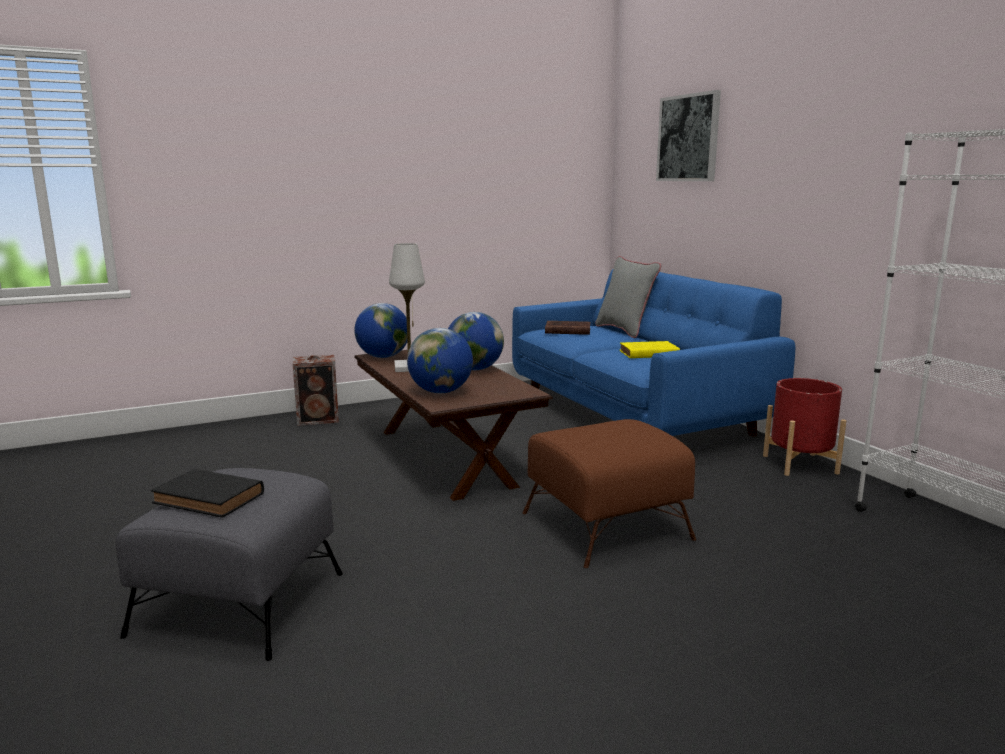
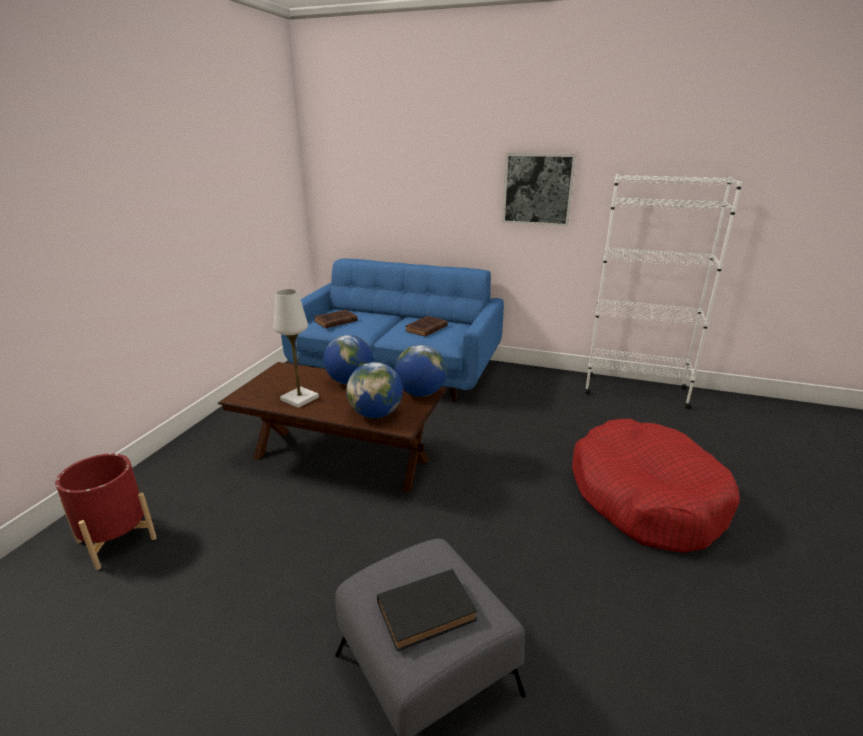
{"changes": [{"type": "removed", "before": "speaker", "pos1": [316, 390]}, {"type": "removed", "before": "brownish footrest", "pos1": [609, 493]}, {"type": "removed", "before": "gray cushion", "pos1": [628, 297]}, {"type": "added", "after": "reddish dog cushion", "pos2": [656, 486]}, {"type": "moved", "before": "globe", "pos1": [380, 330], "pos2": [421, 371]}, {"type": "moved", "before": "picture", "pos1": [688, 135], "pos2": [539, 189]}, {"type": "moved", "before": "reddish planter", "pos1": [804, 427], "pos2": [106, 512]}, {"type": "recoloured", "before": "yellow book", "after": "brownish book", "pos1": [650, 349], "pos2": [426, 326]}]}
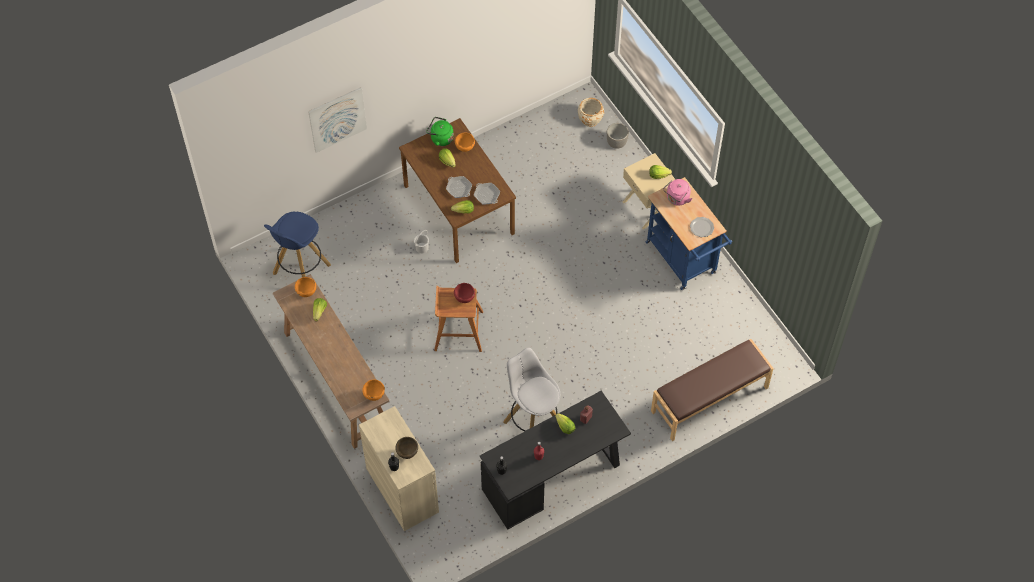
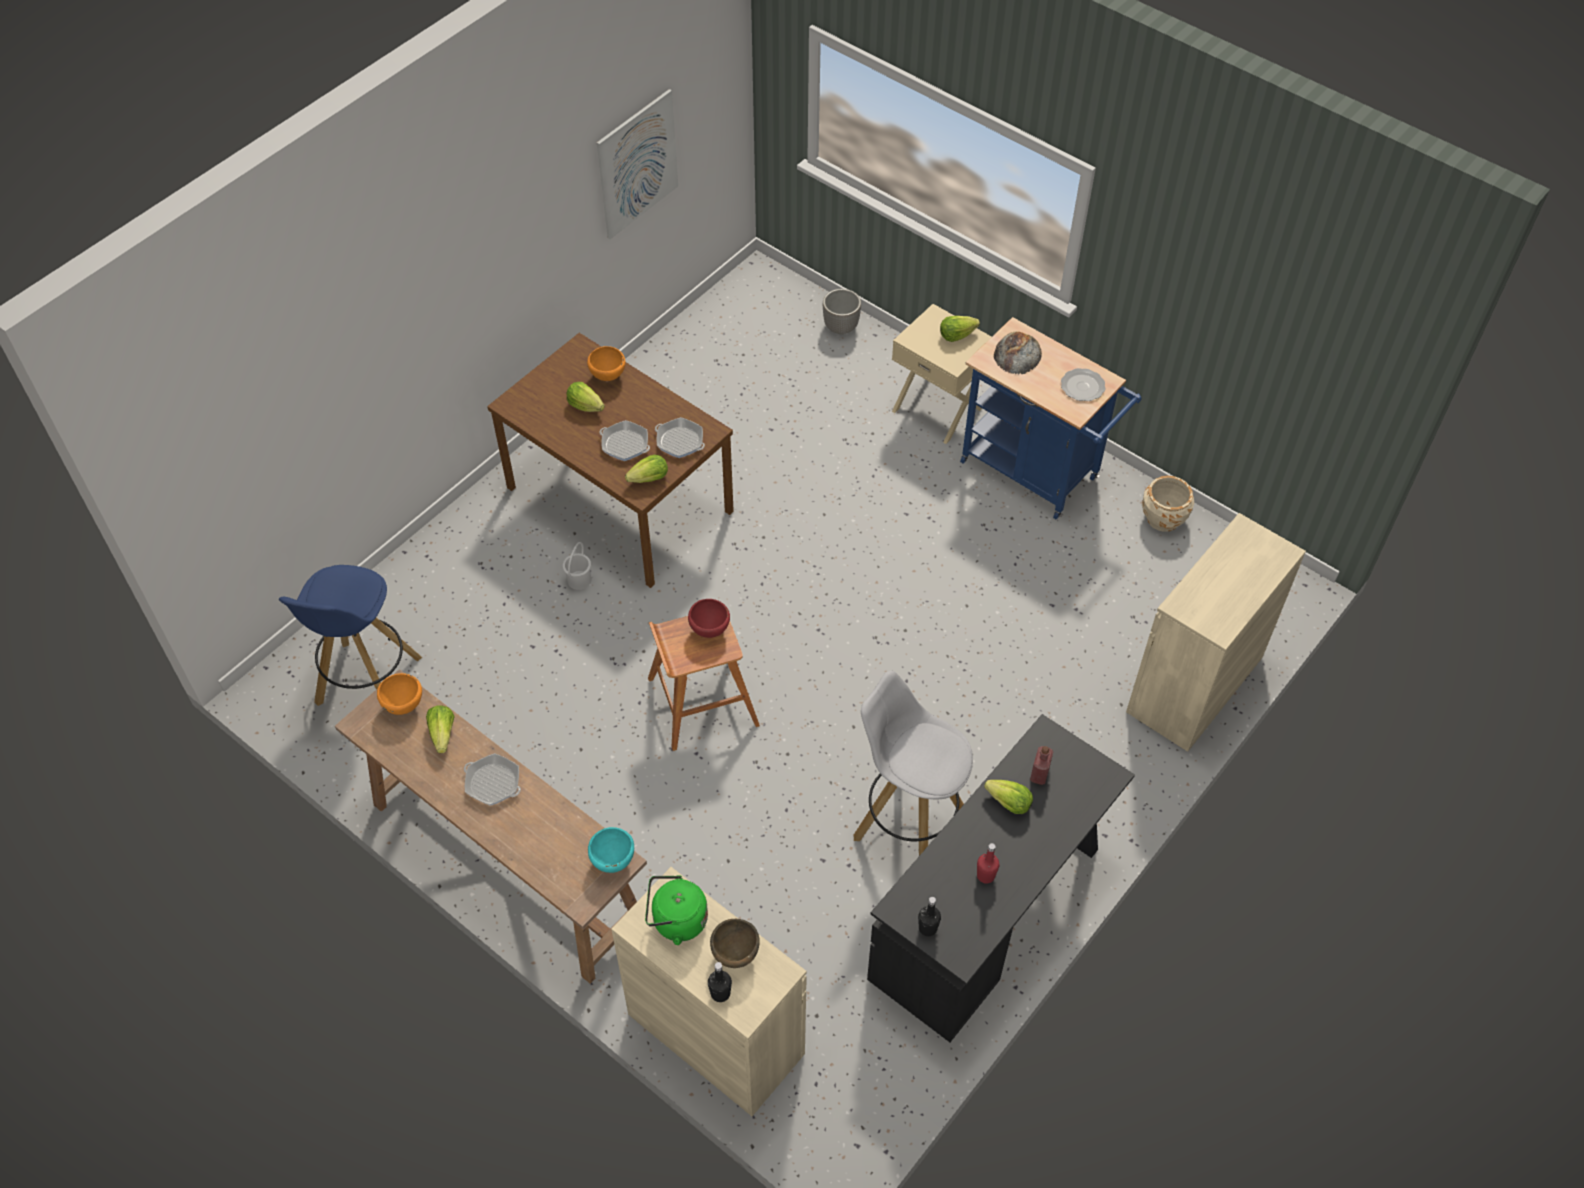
{"changes": [{"type": "added", "after": "skillet", "pos2": [492, 779]}, {"type": "moved", "before": "picture", "pos1": [337, 120], "pos2": [637, 164]}, {"type": "moved", "before": "green kettle", "pos1": [440, 131], "pos2": [676, 910]}, {"type": "moved", "before": "sand-coloured planter", "pos1": [591, 112], "pos2": [1168, 504]}, {"type": "replaced", "before": "brownish long seat", "after": "sand-coloured cabinet", "pos1": [712, 390], "pos2": [1216, 632]}, {"type": "replaced", "before": "pink kettle", "after": "baked bread", "pos1": [677, 192], "pos2": [1017, 353]}, {"type": "recoloured", "before": "orangey bowl", "after": "turquoise bowl", "pos1": [373, 390], "pos2": [611, 850]}]}
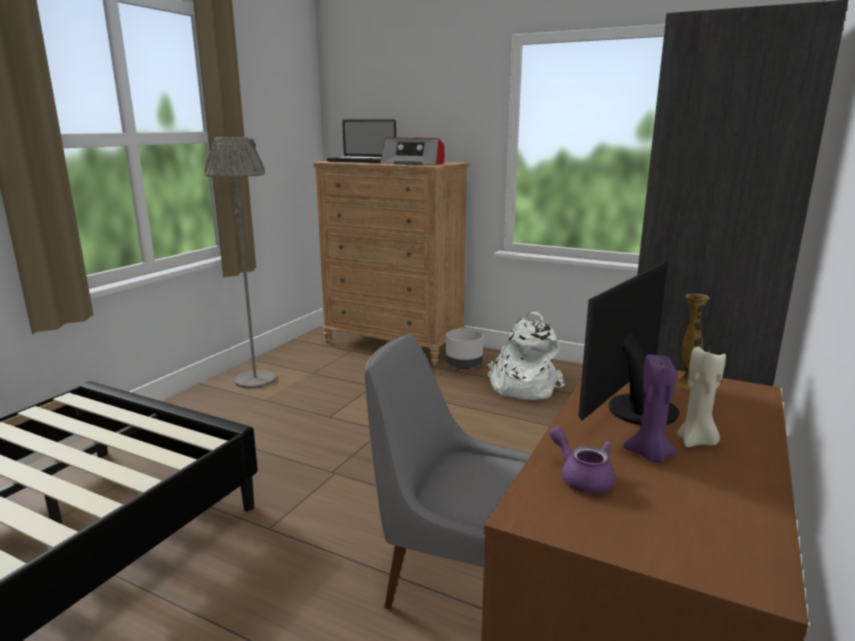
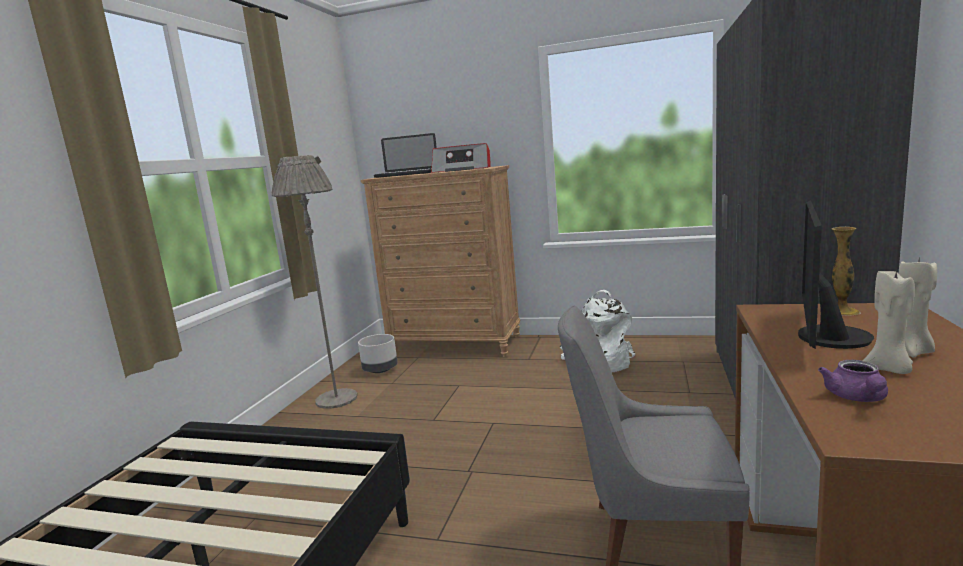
{"changes": [{"type": "moved", "before": "gray planter", "pos1": [464, 349], "pos2": [378, 353]}, {"type": "recoloured", "before": "purple candle", "after": "sand-coloured candle", "pos1": [650, 408], "pos2": [889, 321]}, {"type": "turned", "before": "purple pot for tea", "pos1": [582, 460], "pos2": [853, 381], "turn": -120}]}
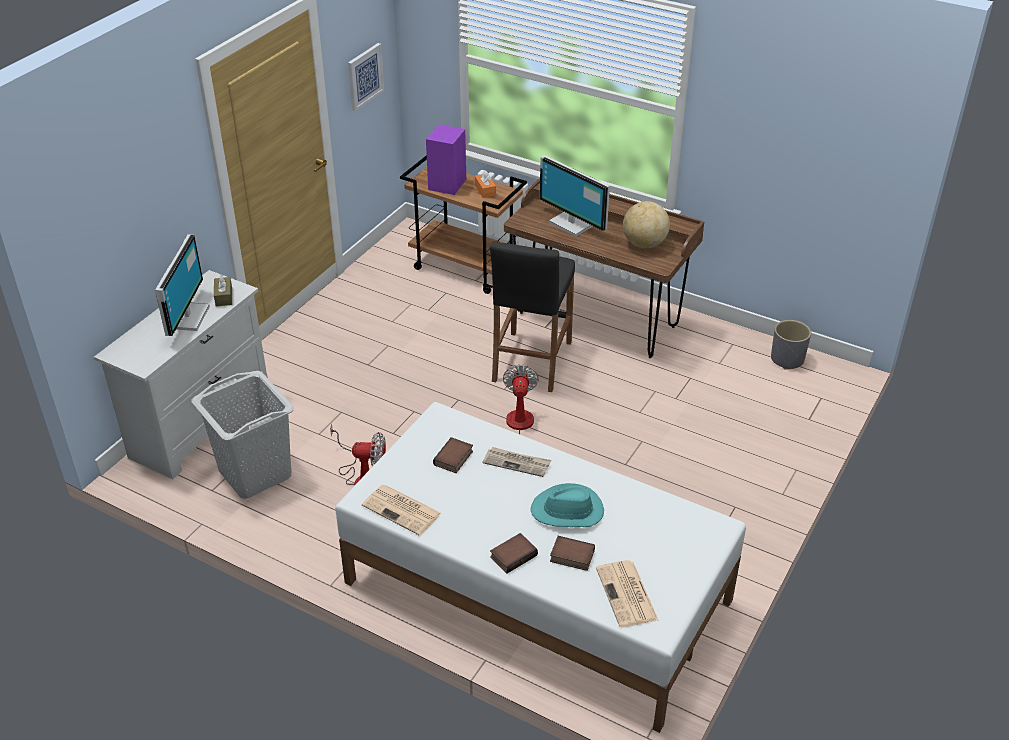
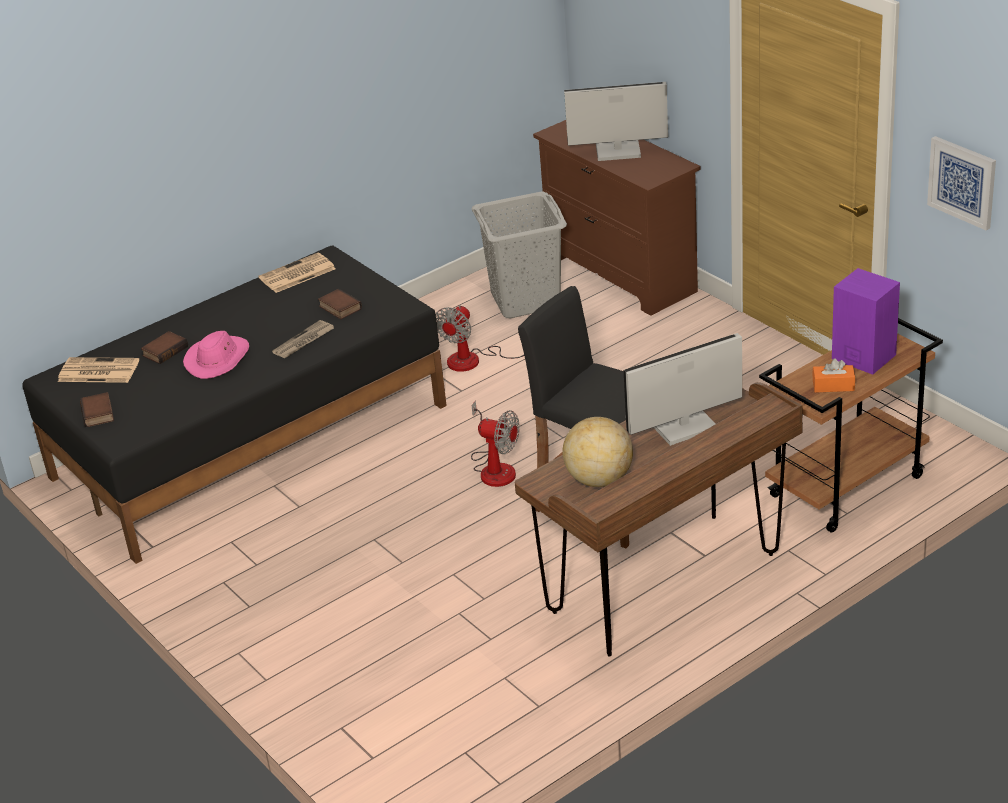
{"changes": [{"type": "removed", "before": "brownish box of tissues", "pos1": [223, 290]}, {"type": "removed", "before": "gray planter", "pos1": [791, 345]}, {"type": "moved", "before": "book", "pos1": [514, 553], "pos2": [97, 409]}, {"type": "recoloured", "before": "white chest of drawers", "after": "brownish chest of drawers", "pos1": [181, 374], "pos2": [617, 218]}, {"type": "recoloured", "before": "white bed", "after": "black bed", "pos1": [540, 567], "pos2": [234, 404]}, {"type": "recoloured", "before": "turquoise wearable hat", "after": "pink wearable hat", "pos1": [567, 505], "pos2": [216, 355]}, {"type": "turned", "before": "computer screen", "pos1": [182, 285], "pos2": [616, 121], "turn": 150}]}
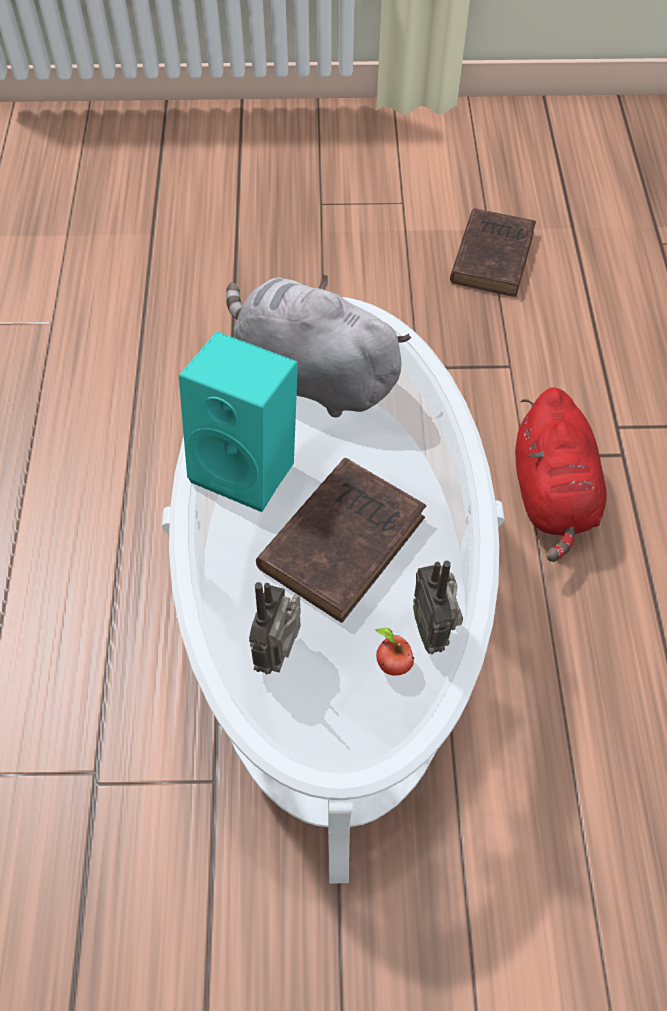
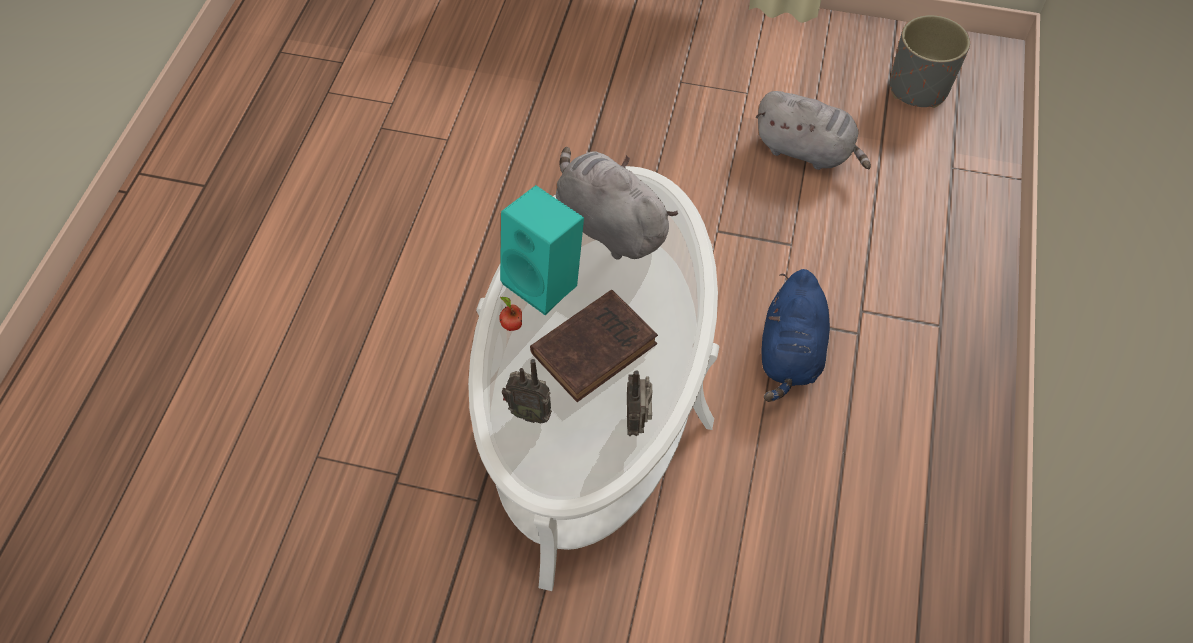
{"changes": [{"type": "added", "after": "gray planter", "pos2": [930, 61]}, {"type": "moved", "before": "apple fruit", "pos1": [394, 651], "pos2": [510, 314]}, {"type": "replaced", "before": "brownish book", "after": "gray cuddly toy", "pos1": [493, 252], "pos2": [813, 130]}, {"type": "recoloured", "before": "reddish cuddly toy", "after": "blue-coloured cuddly toy", "pos1": [561, 474], "pos2": [796, 335]}, {"type": "turned", "before": "radio set", "pos1": [275, 628], "pos2": [527, 391], "turn": -105}]}
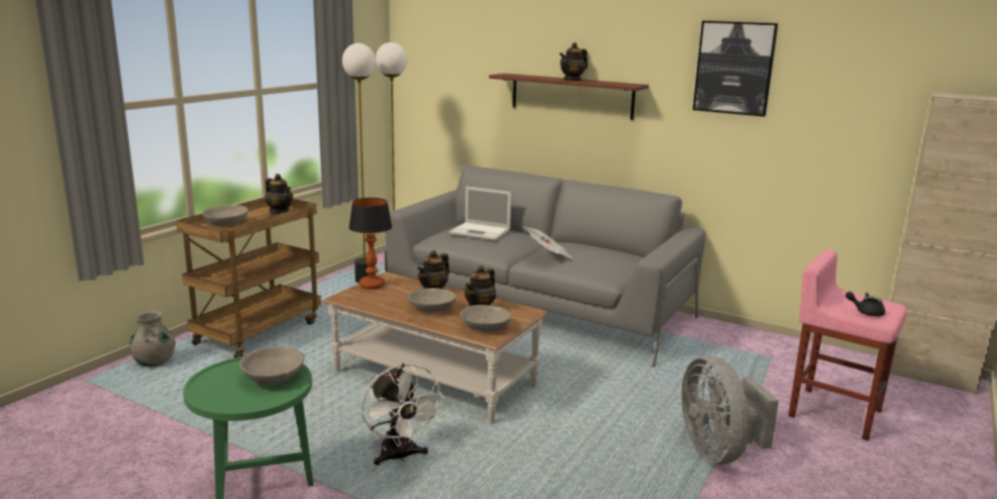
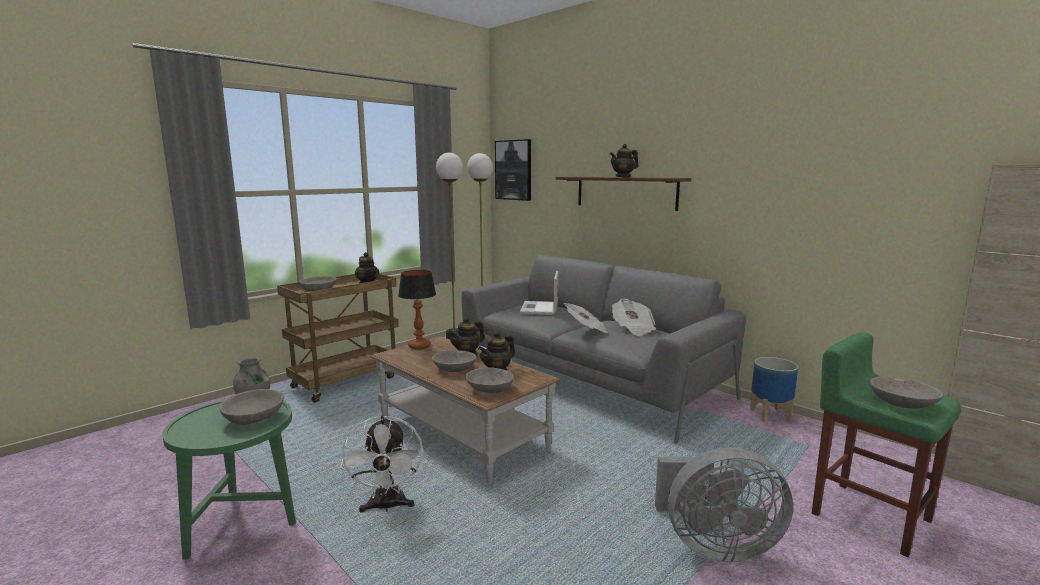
{"changes": [{"type": "added", "after": "printed paper", "pos2": [634, 317]}, {"type": "added", "after": "planter", "pos2": [774, 389]}, {"type": "moved", "before": "picture", "pos1": [735, 69], "pos2": [513, 170]}, {"type": "replaced", "before": "black pot for tea", "after": "gray bowl", "pos1": [865, 304], "pos2": [907, 392]}, {"type": "recoloured", "before": "pink stool", "after": "green stool", "pos1": [847, 345], "pos2": [886, 445]}, {"type": "turned", "before": "notebook computer", "pos1": [480, 213], "pos2": [539, 293], "turn": 60}, {"type": "turned", "before": "gray electric fan", "pos1": [730, 410], "pos2": [724, 504], "turn": -90}]}
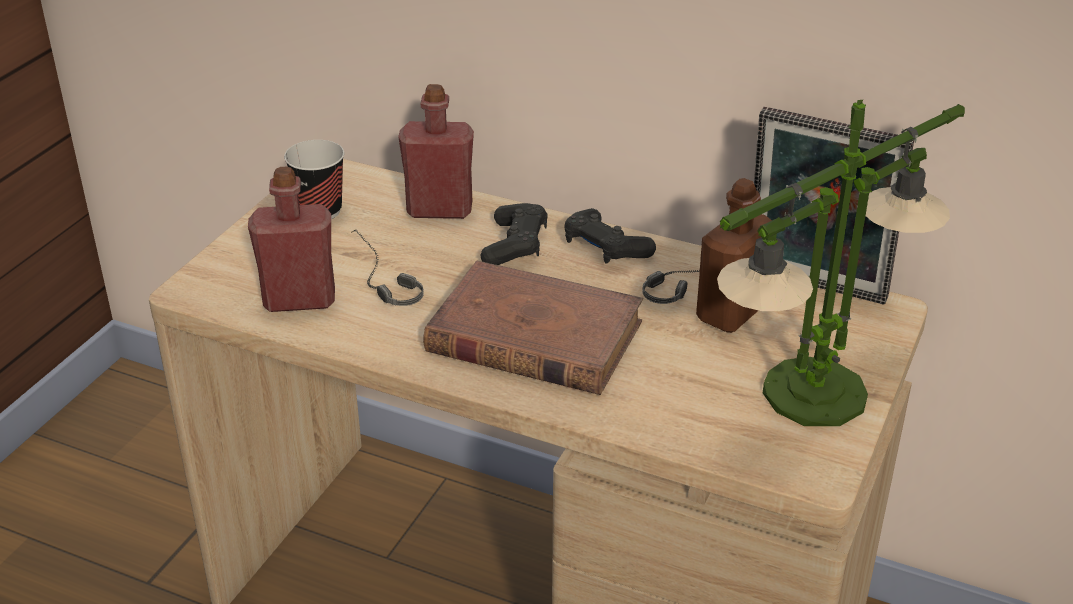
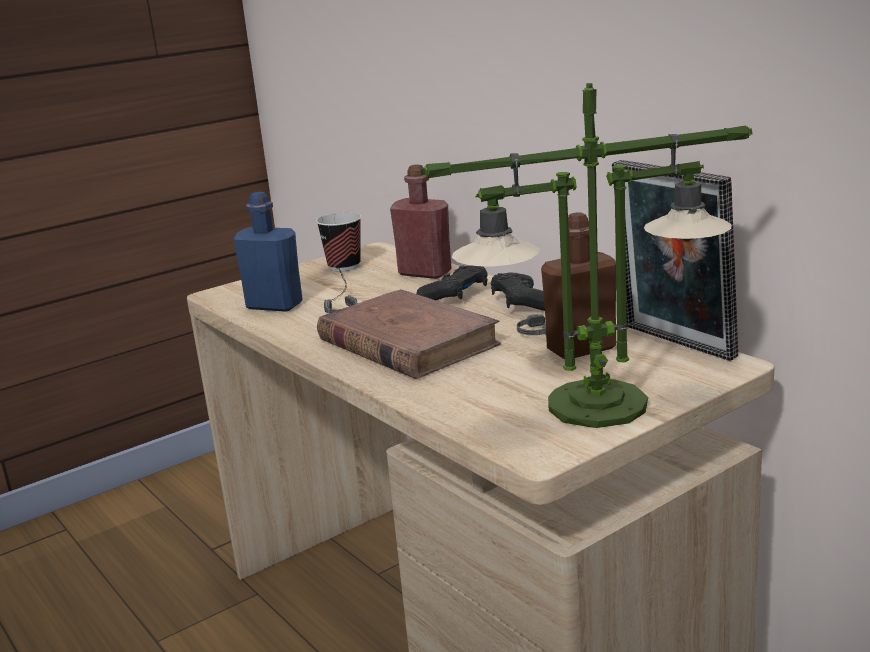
{"changes": [{"type": "recoloured", "before": "reddish bottle", "after": "blue-coloured bottle", "pos1": [291, 239], "pos2": [268, 252]}]}
